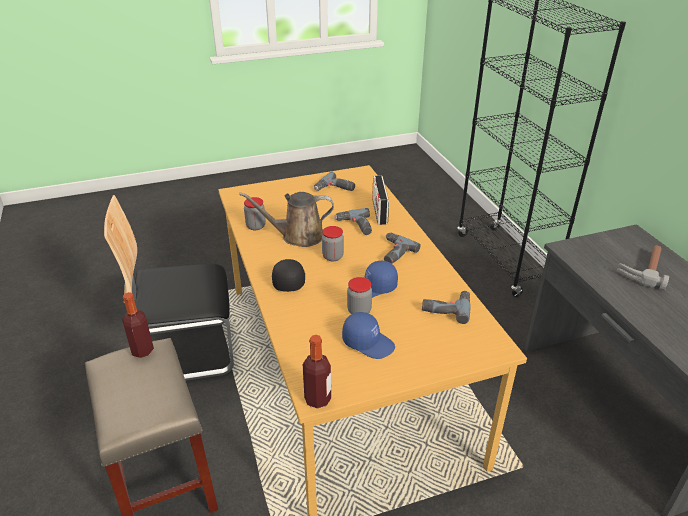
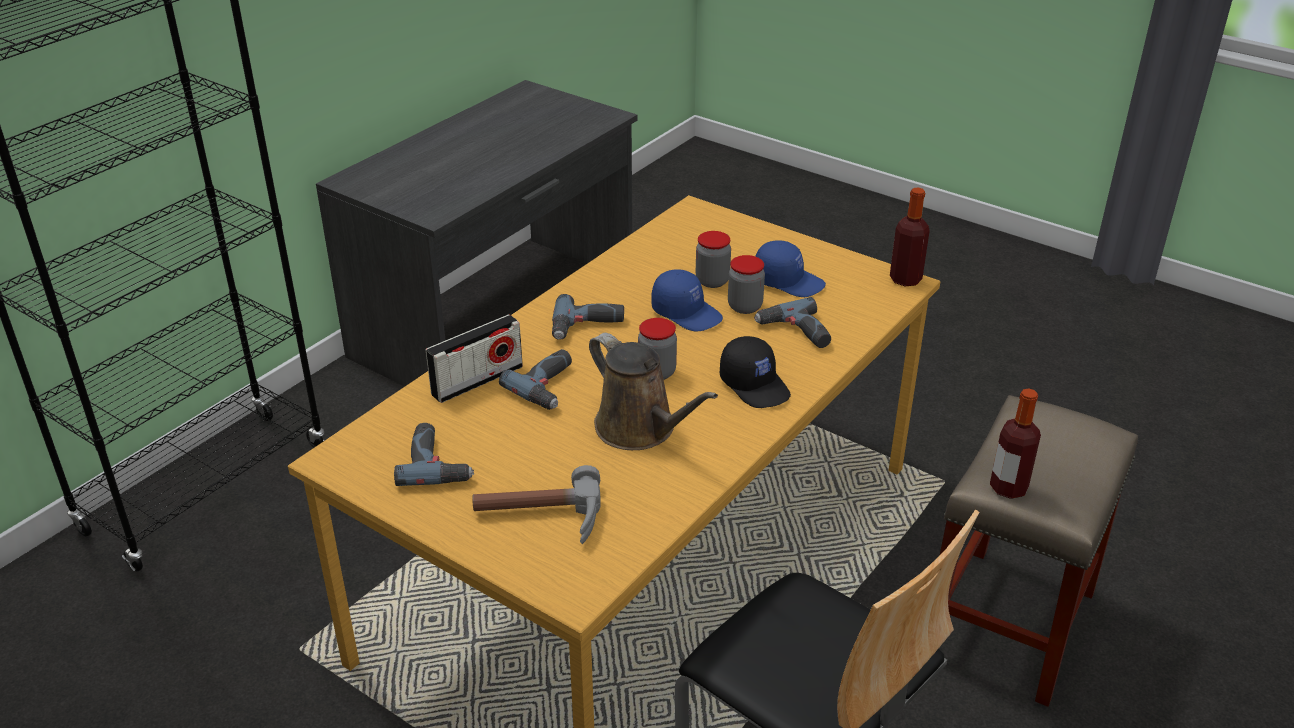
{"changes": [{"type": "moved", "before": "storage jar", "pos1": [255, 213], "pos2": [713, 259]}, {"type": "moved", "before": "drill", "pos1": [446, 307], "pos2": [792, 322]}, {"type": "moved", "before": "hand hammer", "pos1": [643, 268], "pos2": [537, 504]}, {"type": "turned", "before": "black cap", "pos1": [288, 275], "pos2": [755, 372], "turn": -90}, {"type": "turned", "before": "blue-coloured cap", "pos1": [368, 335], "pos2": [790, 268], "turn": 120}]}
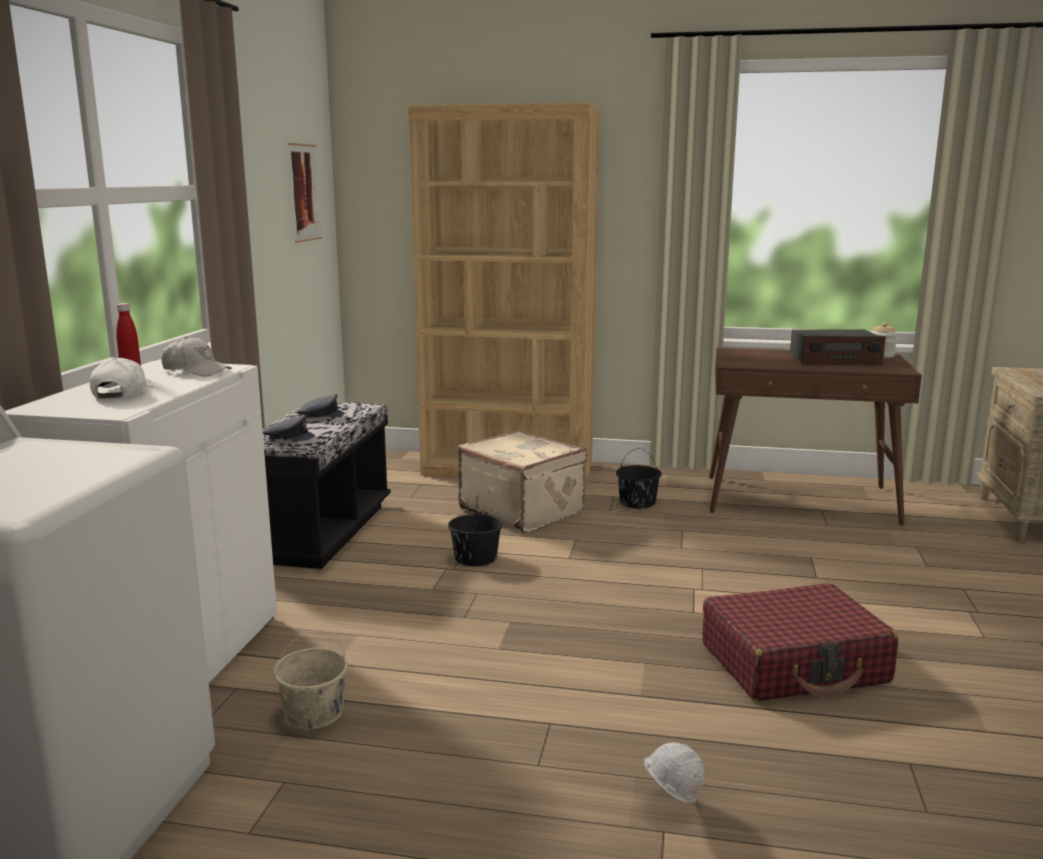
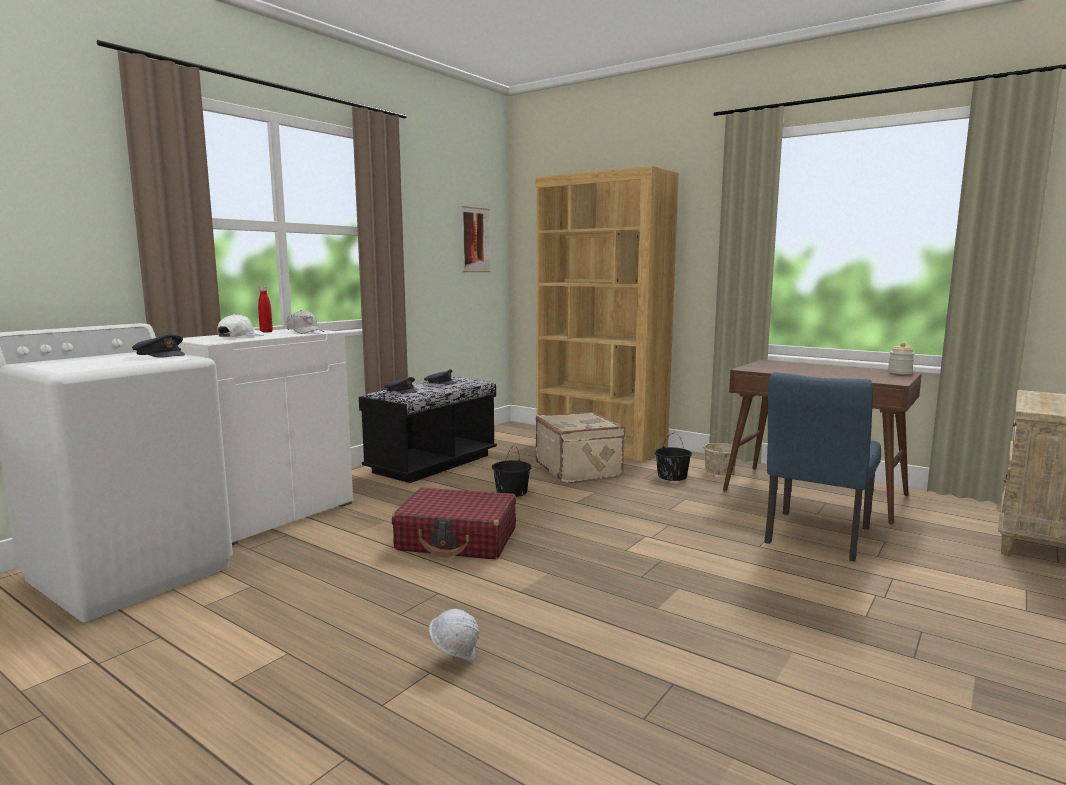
{"changes": [{"type": "removed", "before": "radio set", "pos1": [838, 347]}, {"type": "added", "after": "gray cap", "pos2": [158, 345]}, {"type": "added", "after": "blue-coloured upright chair", "pos2": [822, 466]}, {"type": "moved", "before": "sand-coloured water bucket", "pos1": [310, 680], "pos2": [721, 452]}, {"type": "moved", "before": "reddish travel case", "pos1": [800, 642], "pos2": [454, 523]}]}
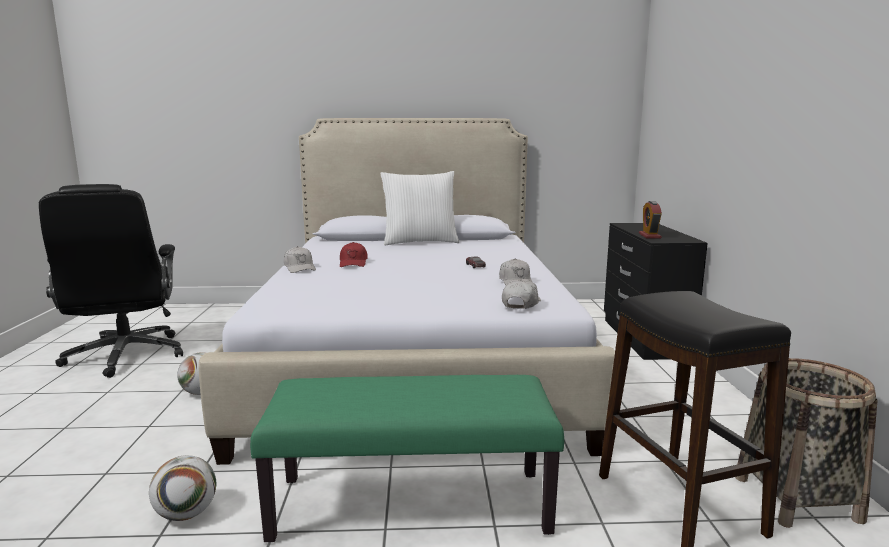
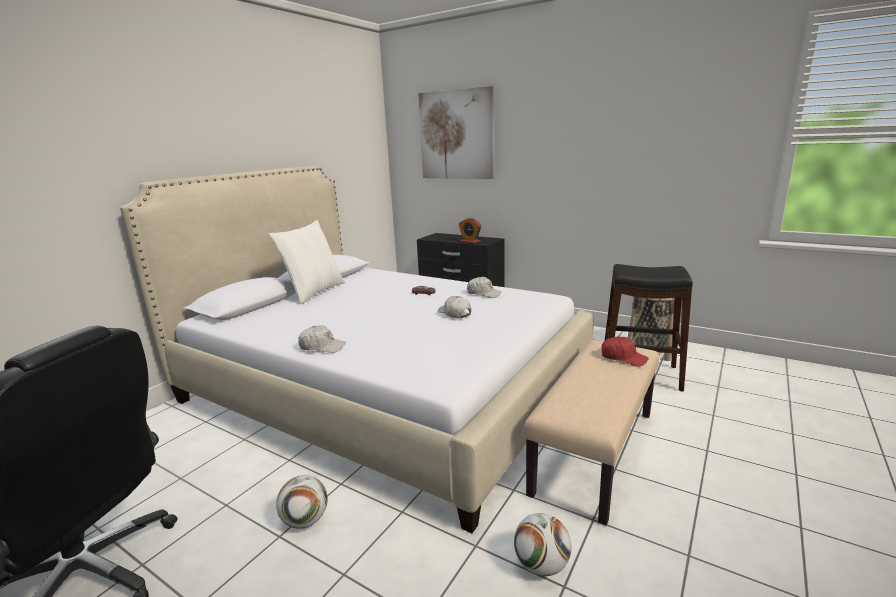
{"changes": [{"type": "added", "after": "picture", "pos2": [456, 132]}, {"type": "moved", "before": "reddish cap", "pos1": [354, 254], "pos2": [624, 351]}, {"type": "moved", "before": "white cap", "pos1": [521, 294], "pos2": [454, 307]}, {"type": "recoloured", "before": "green long seat", "after": "sand-coloured long seat", "pos1": [407, 458], "pos2": [591, 432]}]}
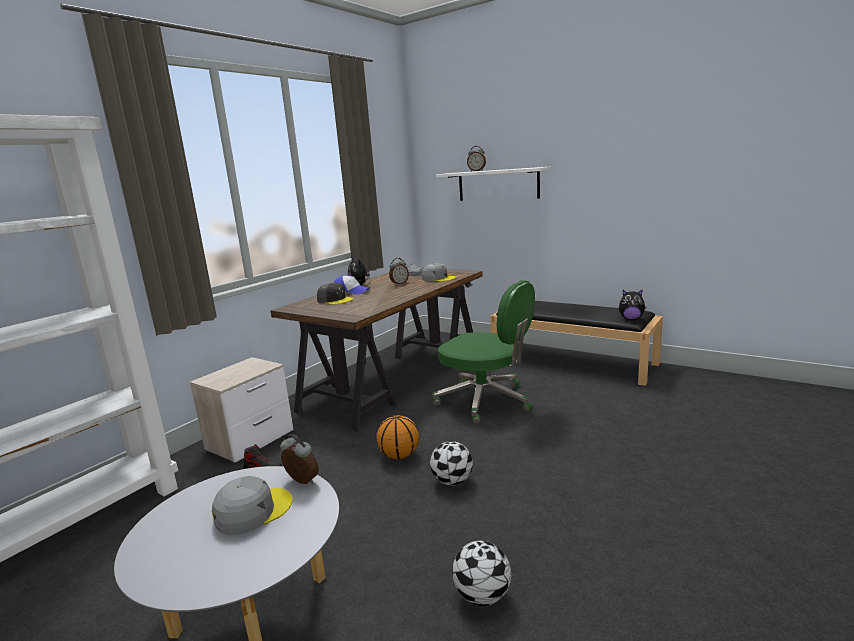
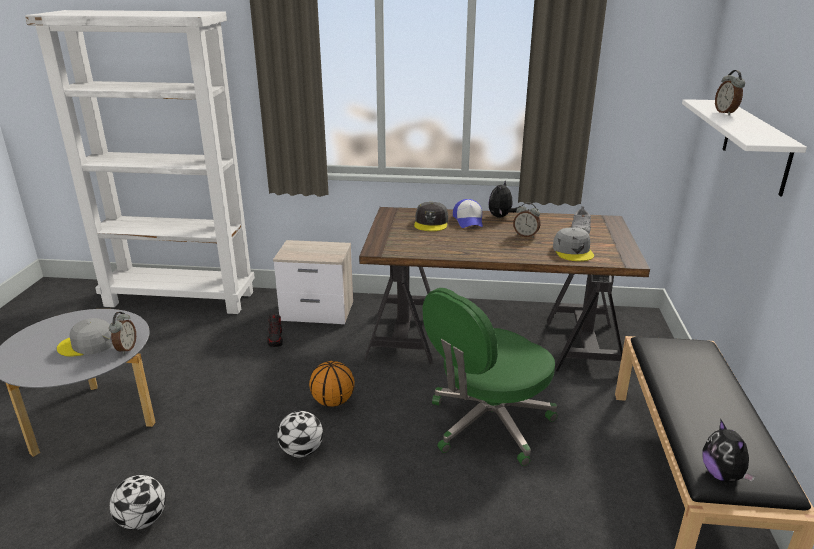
{"changes": [{"type": "turned", "before": "gray cap", "pos1": [252, 505], "pos2": [85, 337], "turn": 150}, {"type": "turned", "before": "green computer chair", "pos1": [483, 352], "pos2": [490, 377], "turn": 45}]}
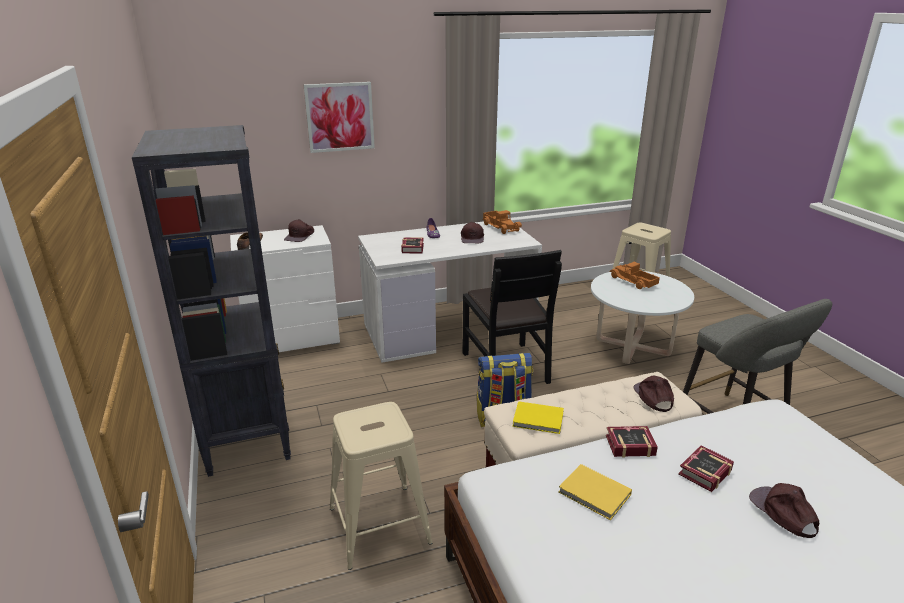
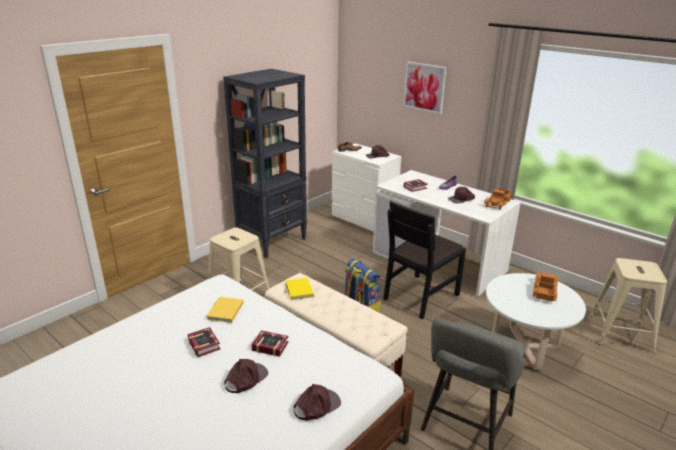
{"changes": [{"type": "moved", "before": "book", "pos1": [632, 442], "pos2": [204, 342]}, {"type": "moved", "before": "brownish cap", "pos1": [653, 394], "pos2": [317, 402]}]}
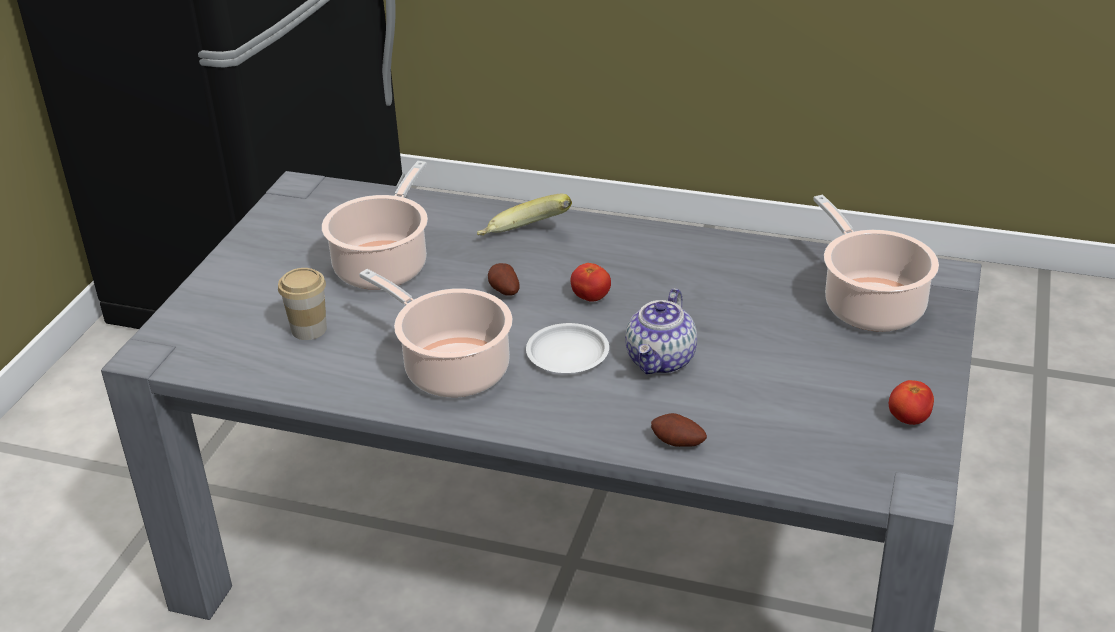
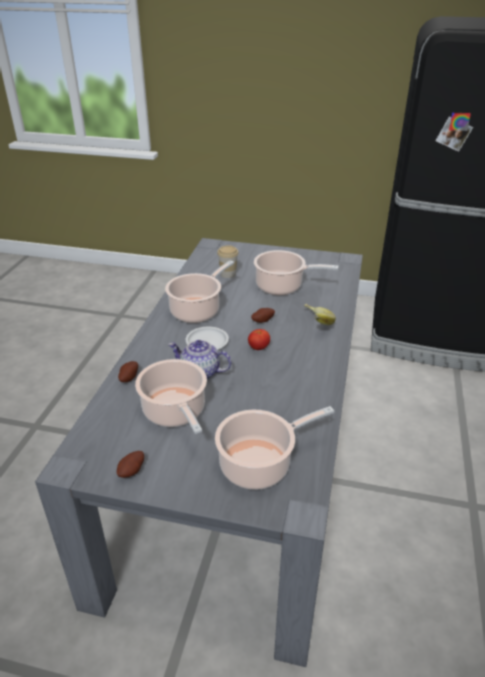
{"changes": [{"type": "added", "after": "saucepot", "pos2": [171, 396]}, {"type": "replaced", "before": "tomato", "after": "whole potato", "pos1": [911, 402], "pos2": [130, 464]}]}
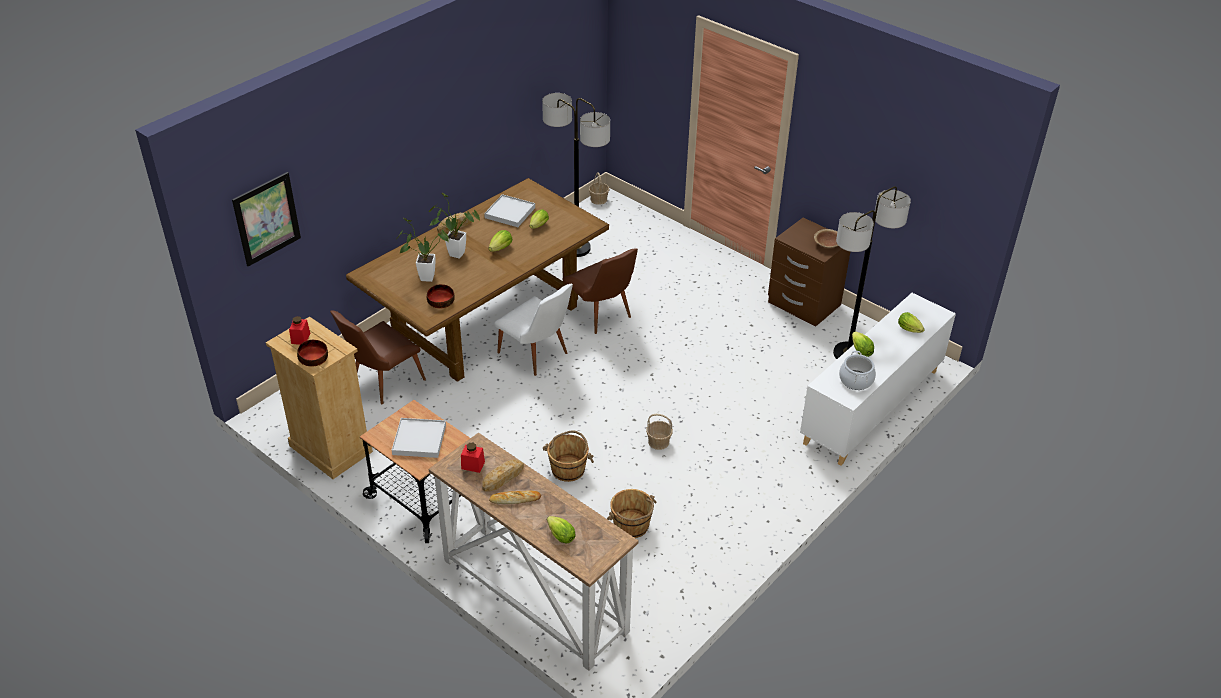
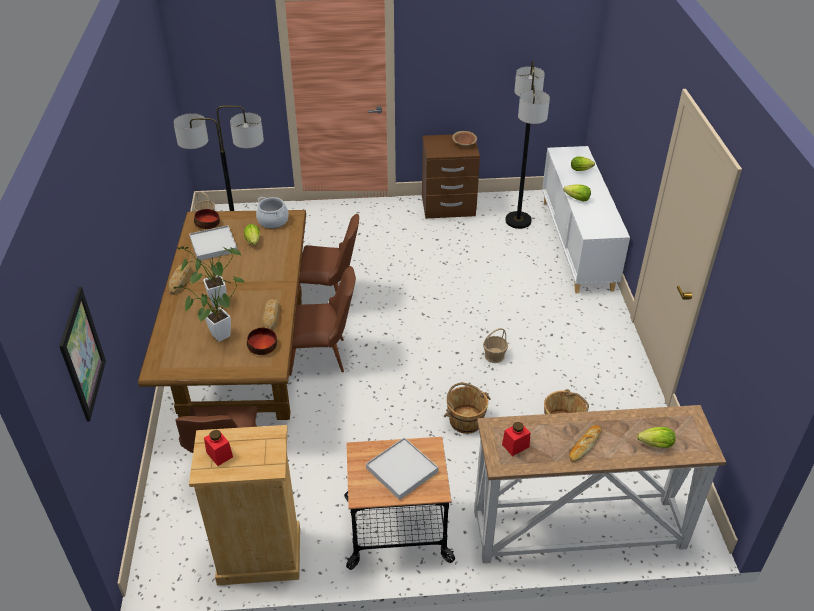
{"changes": [{"type": "removed", "before": "head of lettuce", "pos1": [500, 241]}, {"type": "moved", "before": "bowl", "pos1": [312, 353], "pos2": [207, 219]}, {"type": "moved", "before": "baked bread", "pos1": [503, 476], "pos2": [271, 314]}, {"type": "moved", "before": "saucepot", "pos1": [857, 370], "pos2": [272, 213]}, {"type": "recoloured", "before": "white upright chair", "after": "brownish upright chair", "pos1": [533, 330], "pos2": [322, 321]}]}
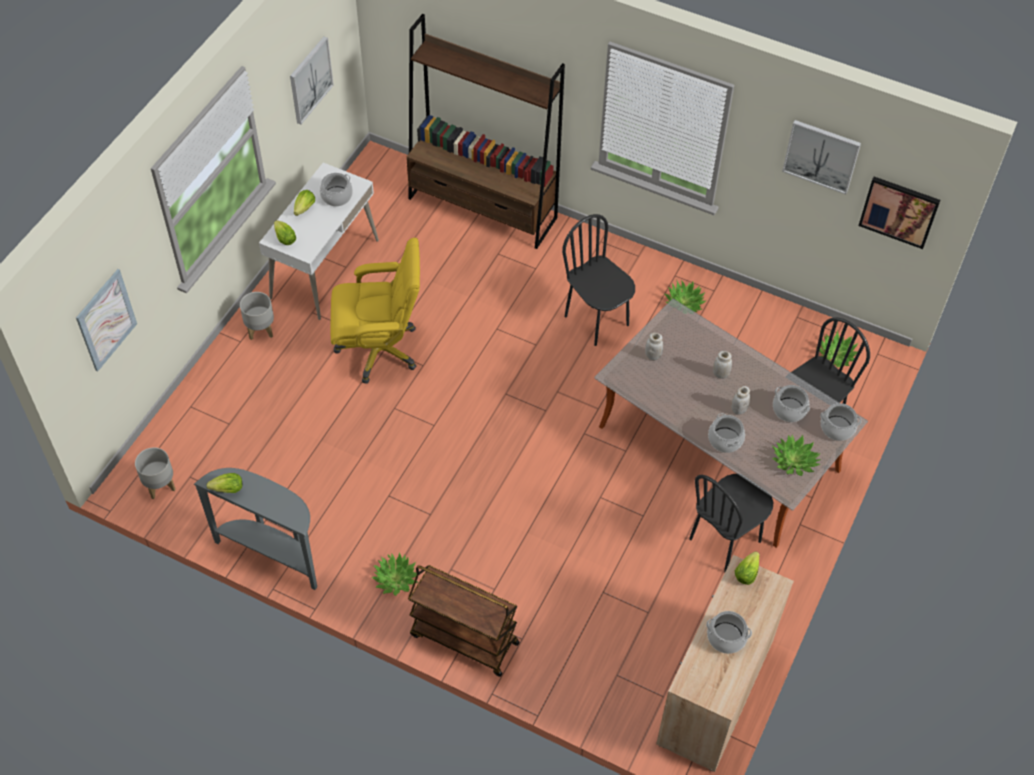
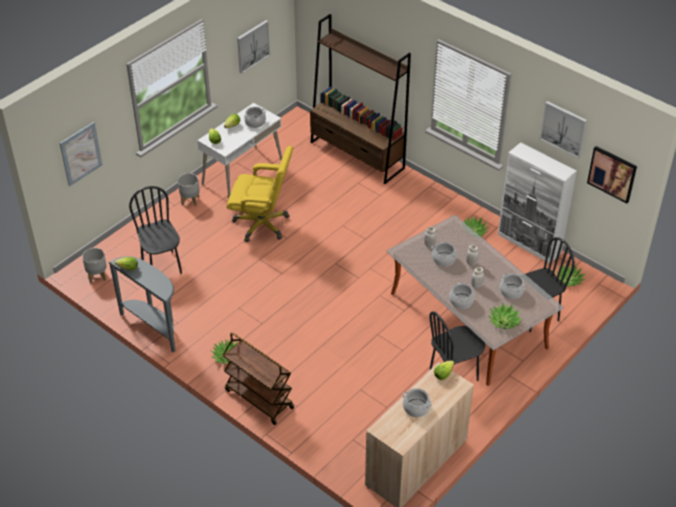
{"changes": [{"type": "added", "after": "white cabinet", "pos2": [537, 202]}, {"type": "moved", "before": "black upright chair", "pos1": [598, 280], "pos2": [155, 230]}, {"type": "moved", "before": "saucepot", "pos1": [840, 422], "pos2": [445, 254]}]}
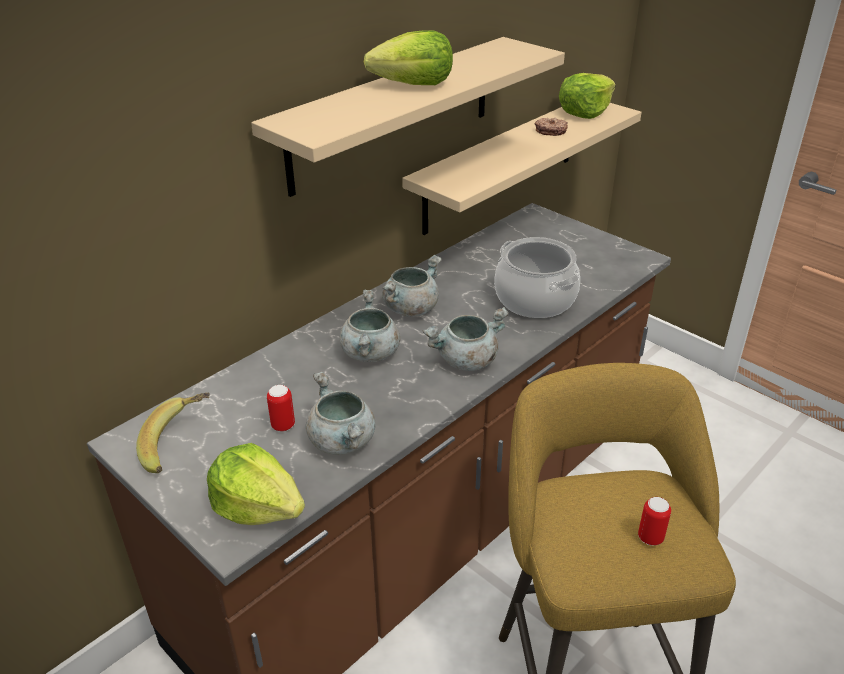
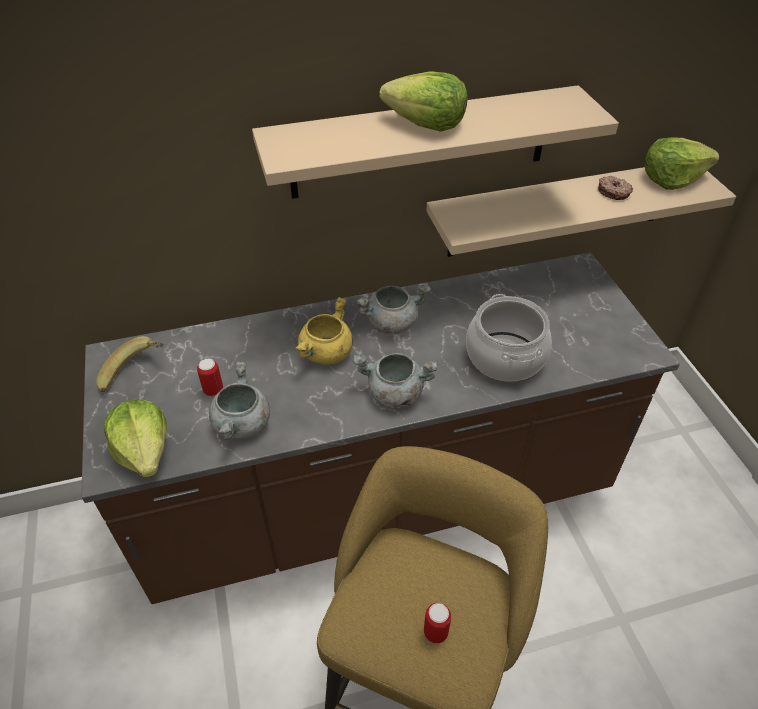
{"changes": [{"type": "recoloured", "before": "gray saucepot", "after": "yellow saucepot", "pos1": [370, 325], "pos2": [324, 331]}]}
